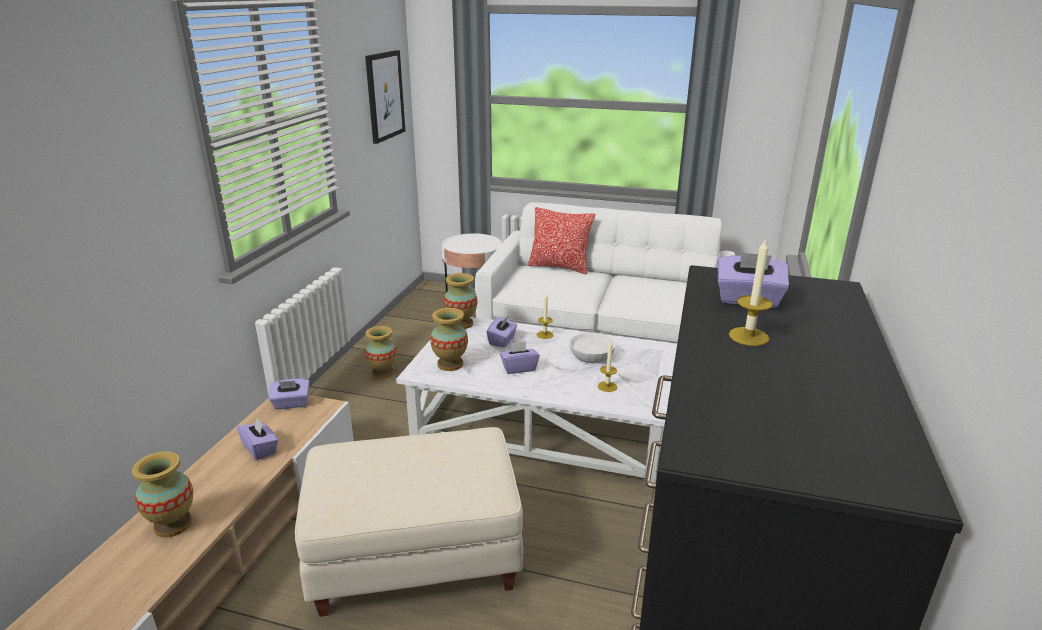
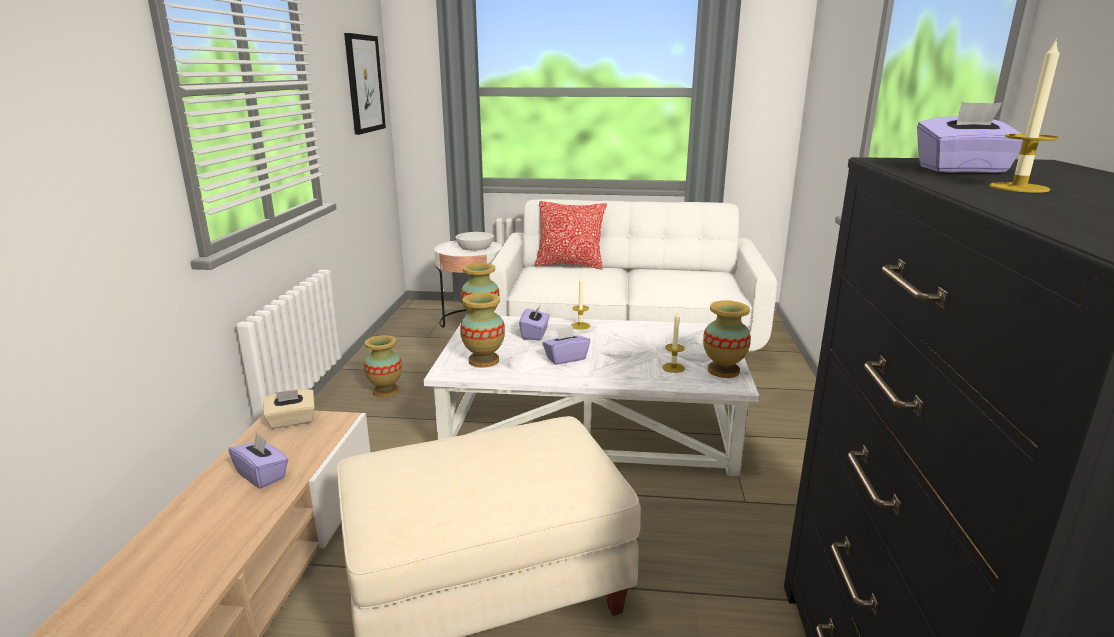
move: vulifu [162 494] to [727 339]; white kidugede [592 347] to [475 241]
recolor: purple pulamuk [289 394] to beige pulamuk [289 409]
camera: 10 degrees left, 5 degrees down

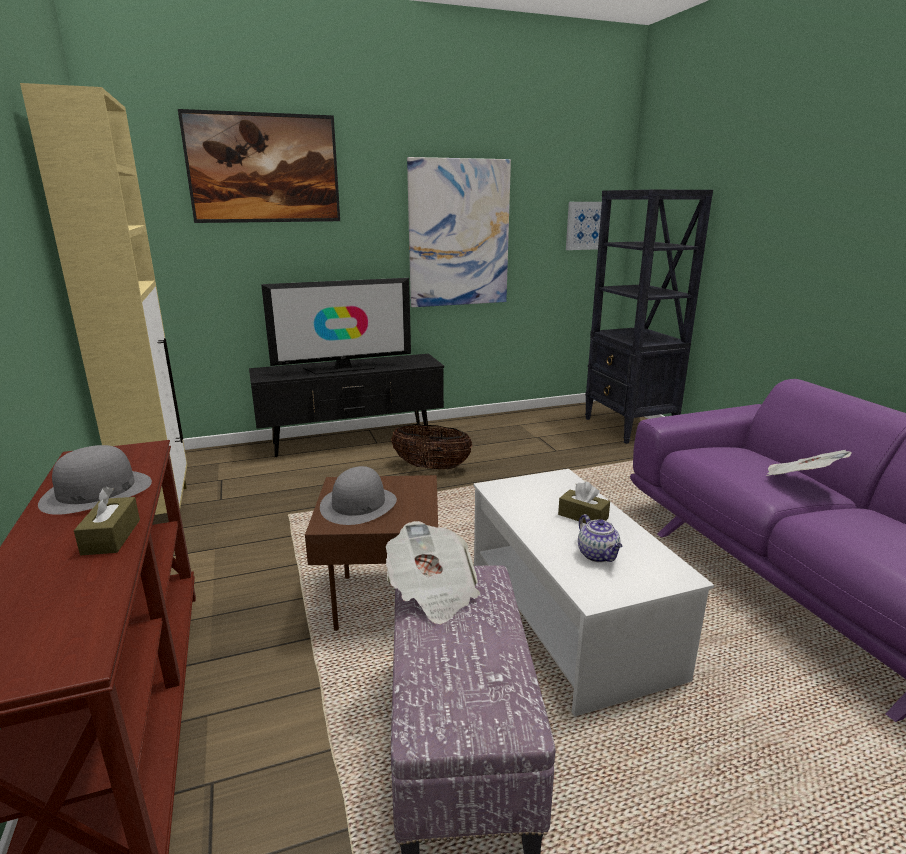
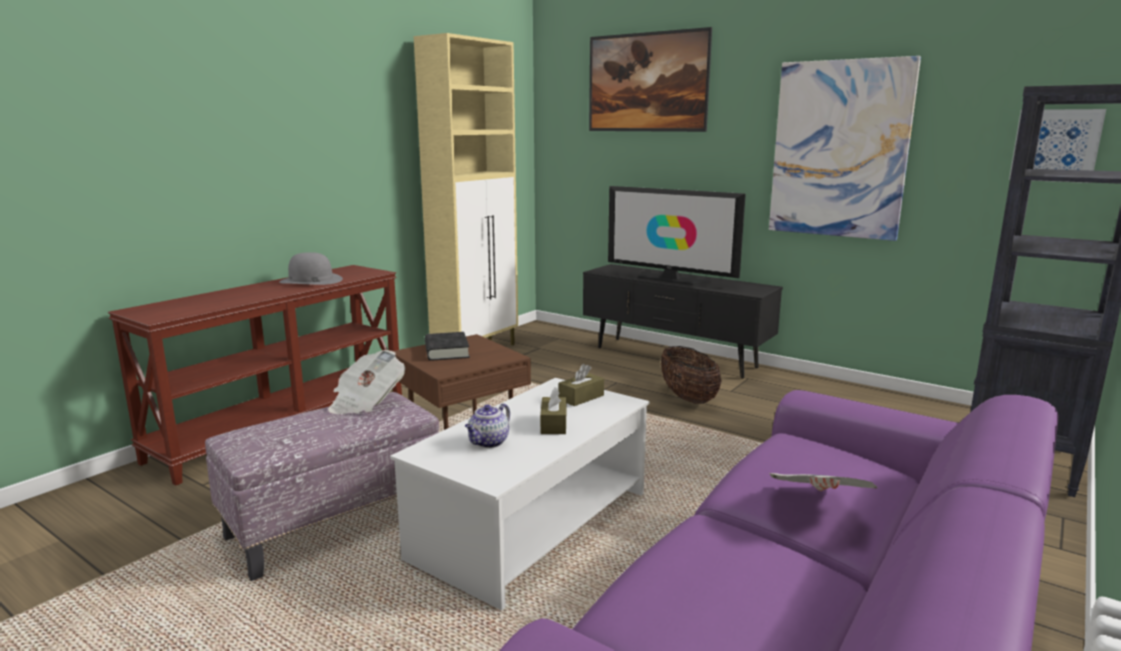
move: brown pulamuk [107 521] to [581 385]
replace: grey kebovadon [358 495] to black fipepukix [447 346]
camera: 55 degrees right, 5 degrees down

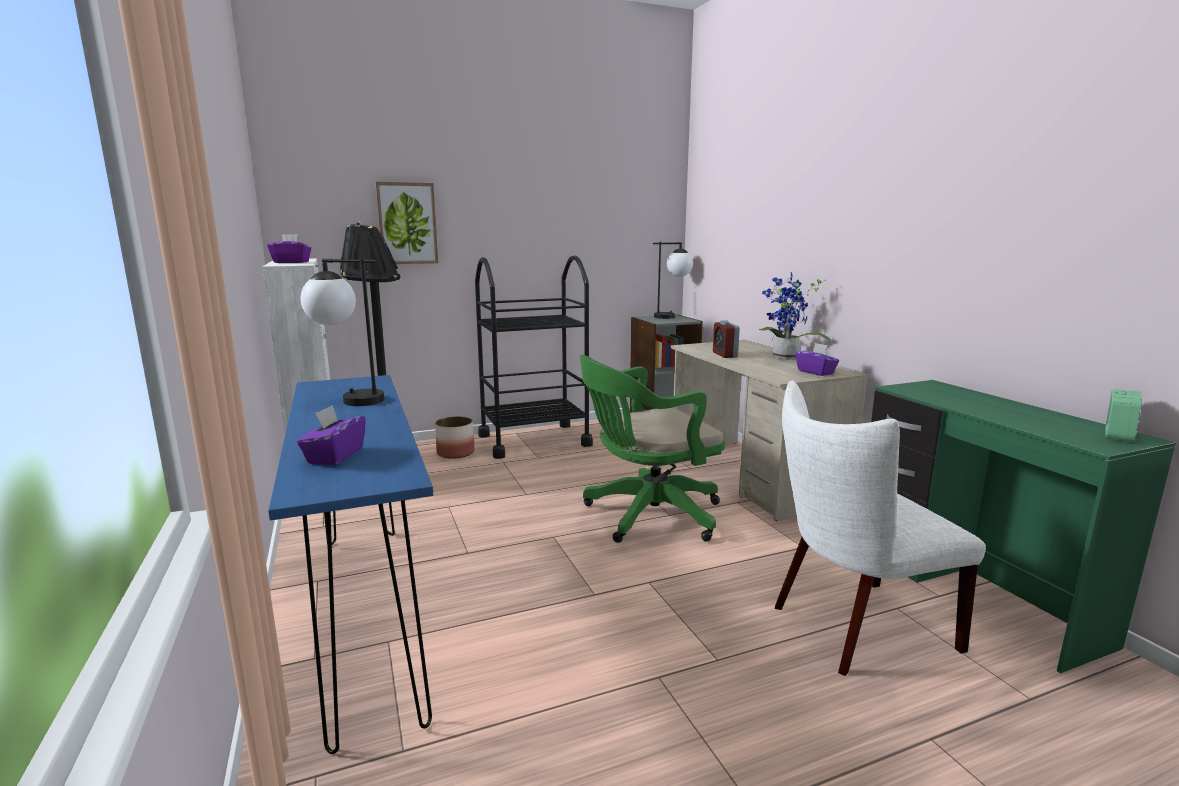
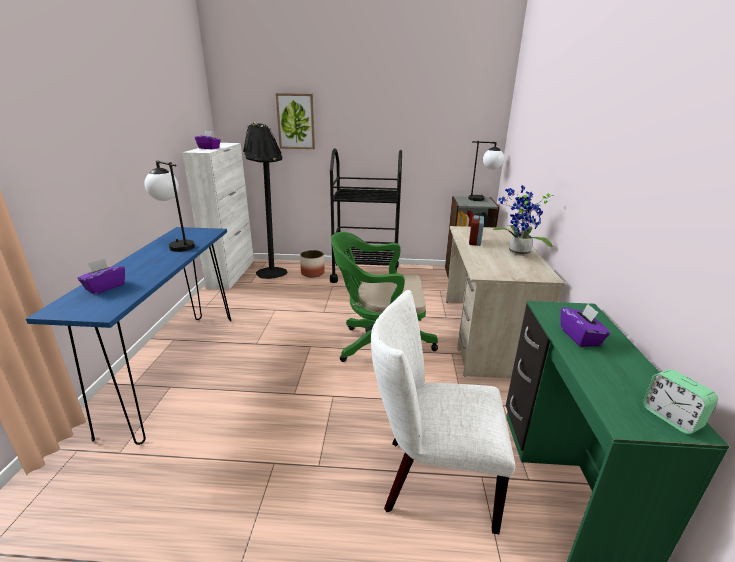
move: purple pulamuk [817 359] to [585 325]
rotate: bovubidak [1123 415] = [680 401] 90 degrees clockwise
camera: 25 degrees right, 10 degrees up

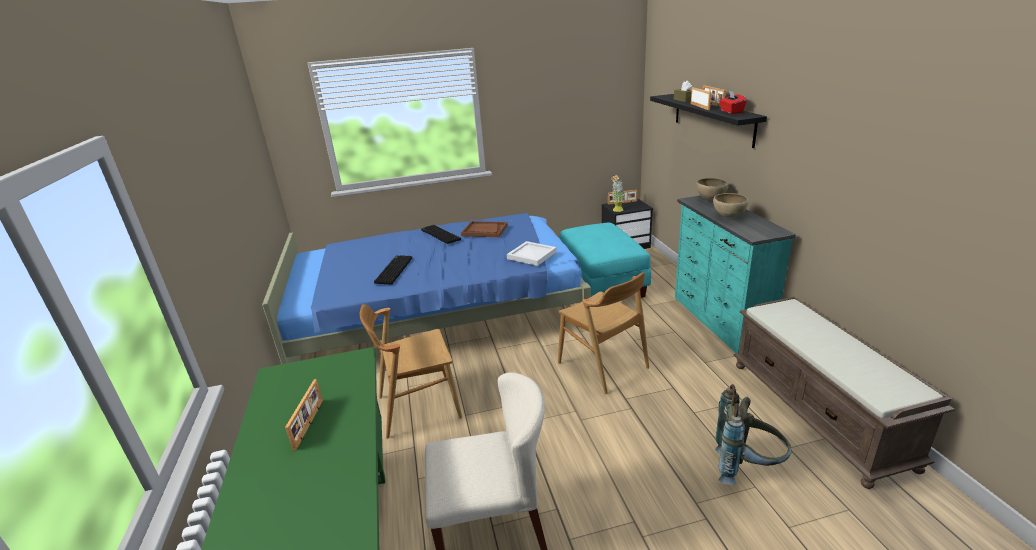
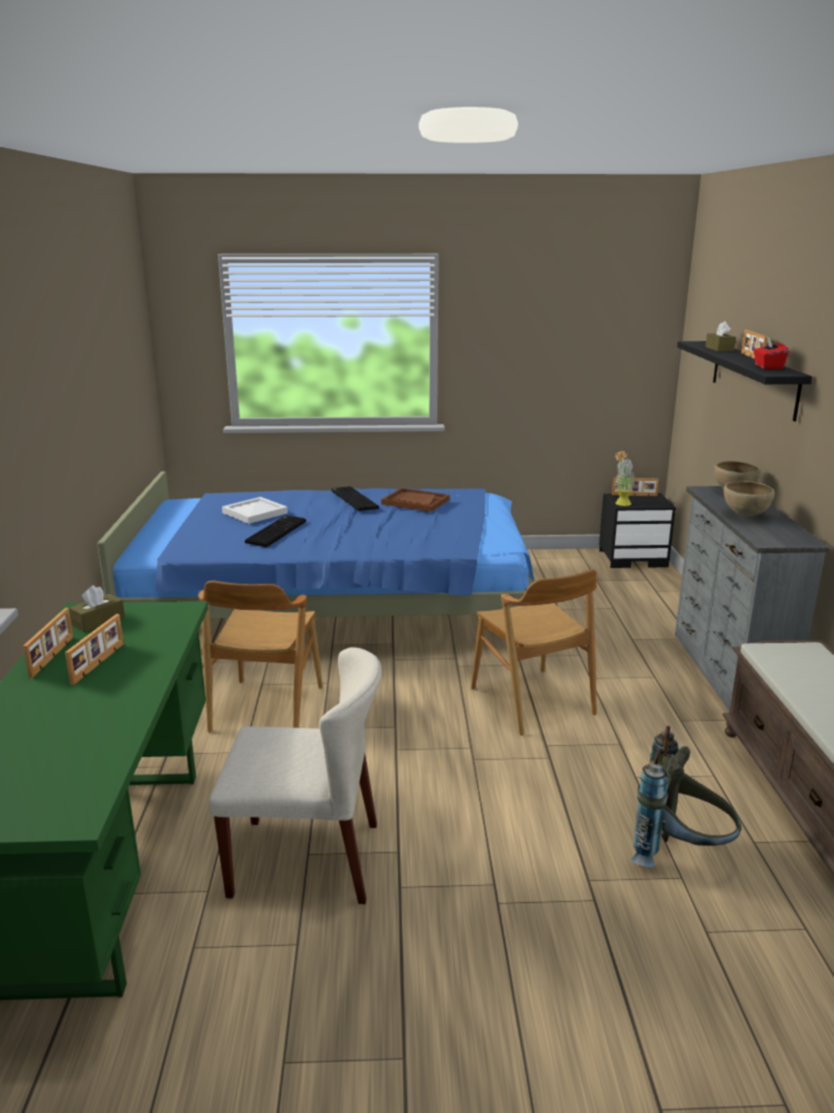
delete: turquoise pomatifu [605 260]
insert: brown pulamuk [97 608]
move: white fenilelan [532 253] to [255 510]; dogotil [701 98] to [48 643]
recolor: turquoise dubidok [735 274] to grey dubidok [752 598]
rotate: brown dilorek [411 371] = [260 657] 75 degrees counterclockwise
camera: 10 degrees right, 5 degrees down

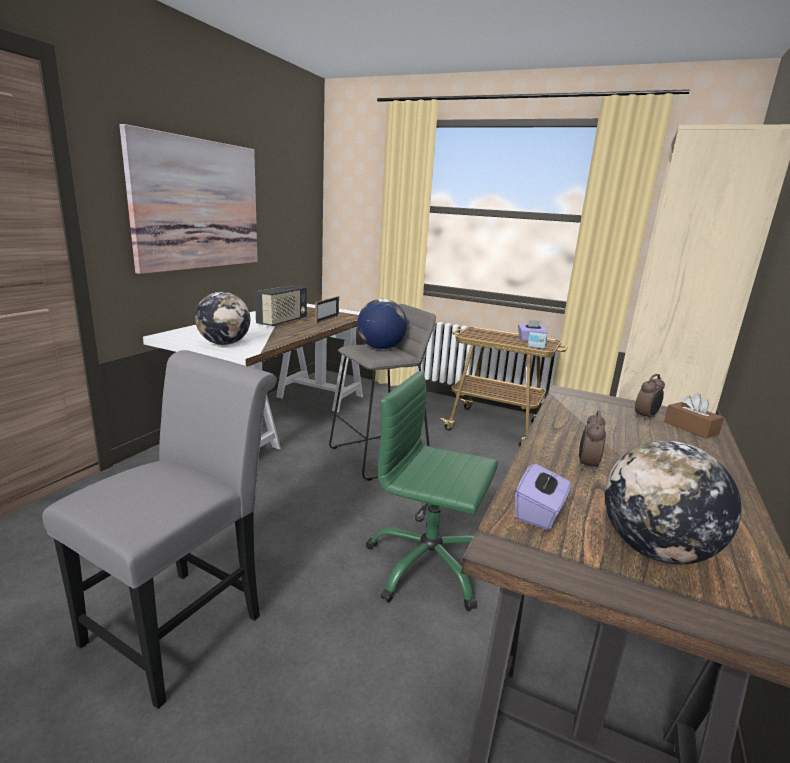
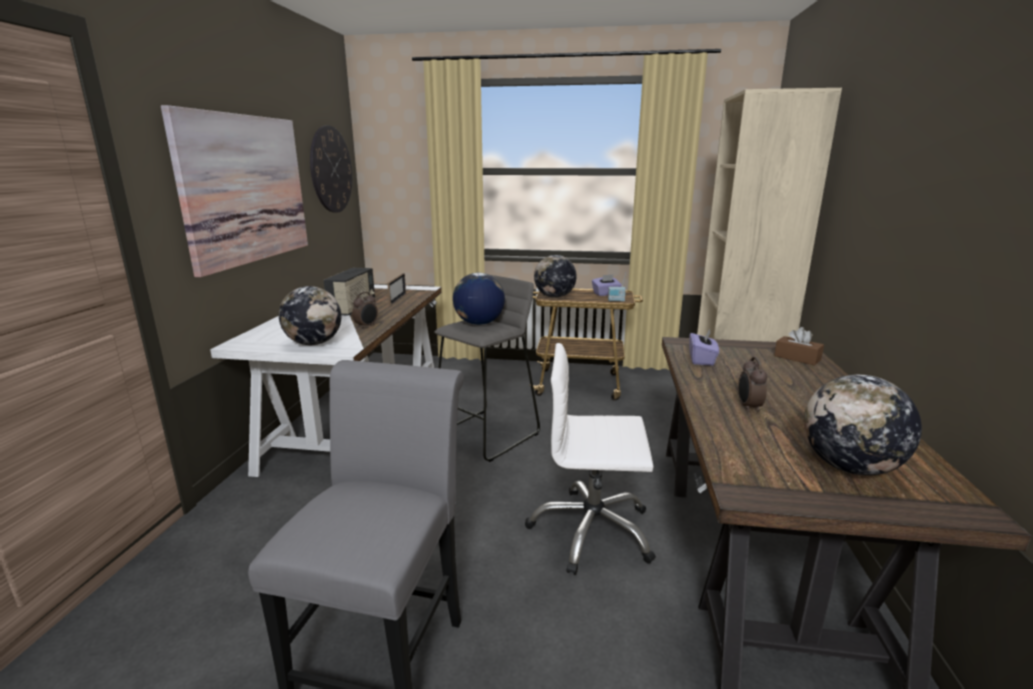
insert: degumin [331 169]; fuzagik [555 276]
move: purple pulamuk [543 497] to [704 347]; bovubidak [650 397] to [365 310]
recolor: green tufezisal [432 491] to white tufezisal [590 459]
camera: 15 degrees left, 0 degrees up

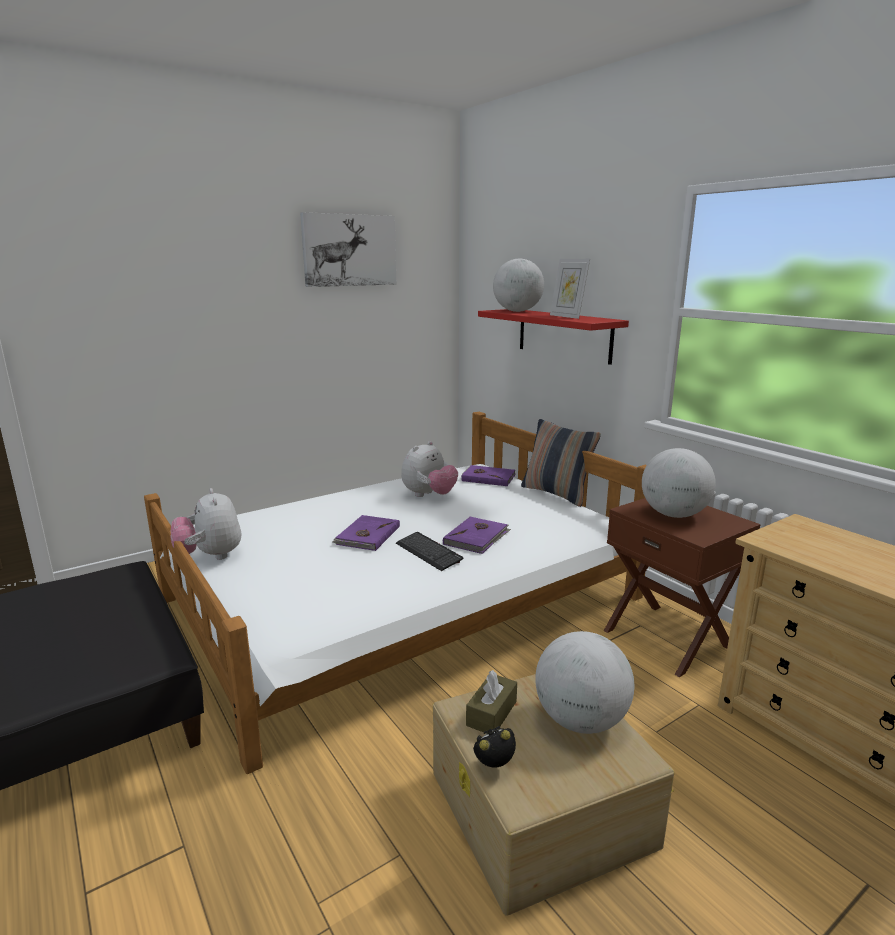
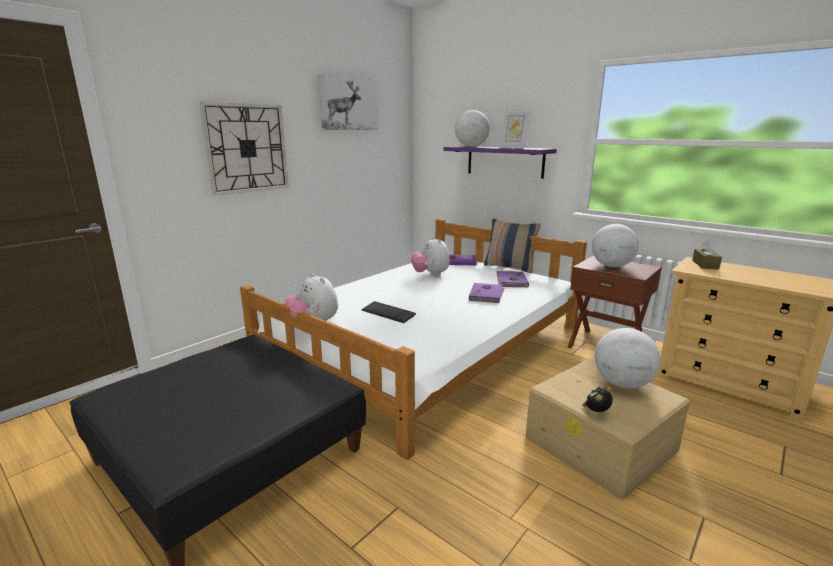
insert: degumin [244 149]
move: purple fipepukix [366 533] to [513 279]; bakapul [429 551] to [389 312]; brown pulamuk [491 701] to [707 255]
recolor: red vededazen [553 337] to purple vededazen [500 162]
rotate: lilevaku [429 469] = [430 256] 135 degrees clockwise
camera: 15 degrees left, 0 degrees up

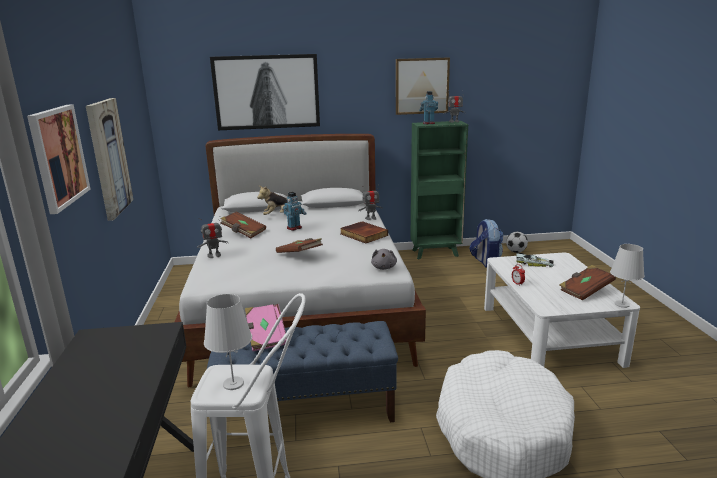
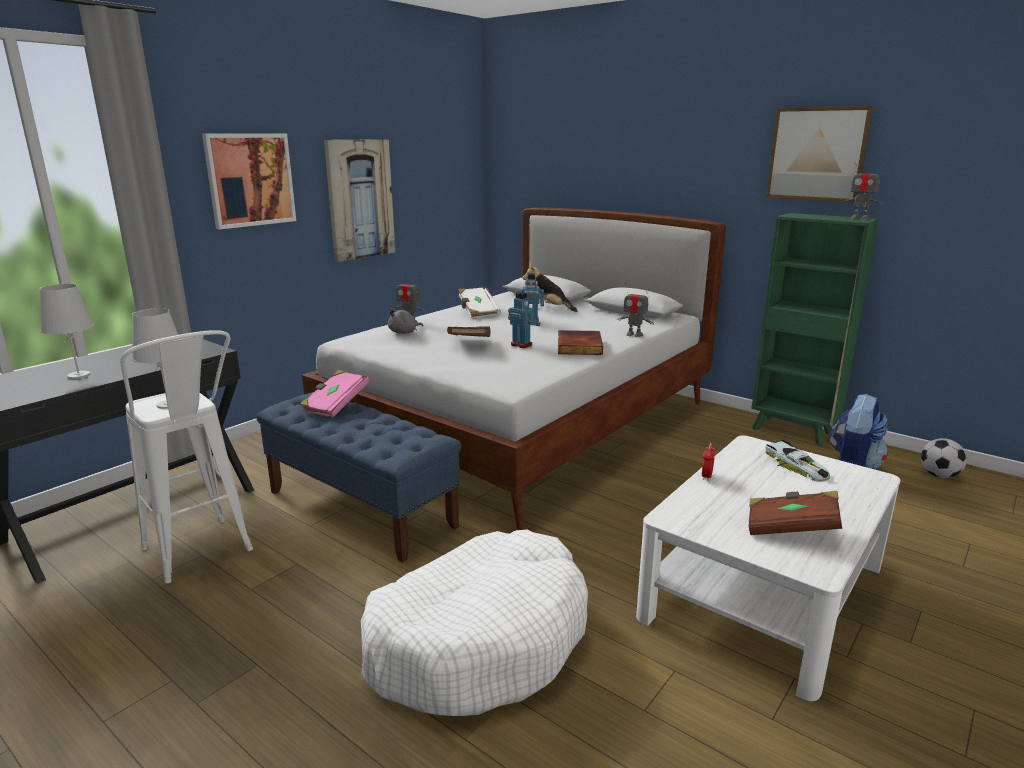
delete: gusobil [265 92]
move: grey lilevaku [384 259] to [405 321]; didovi [428 108] to [524 320]; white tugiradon [627 276] to [67 331]
recolor: brown fipepukix [243 225] to white fipepukix [479 302]
camera: 45 degrees right, 0 degrees up

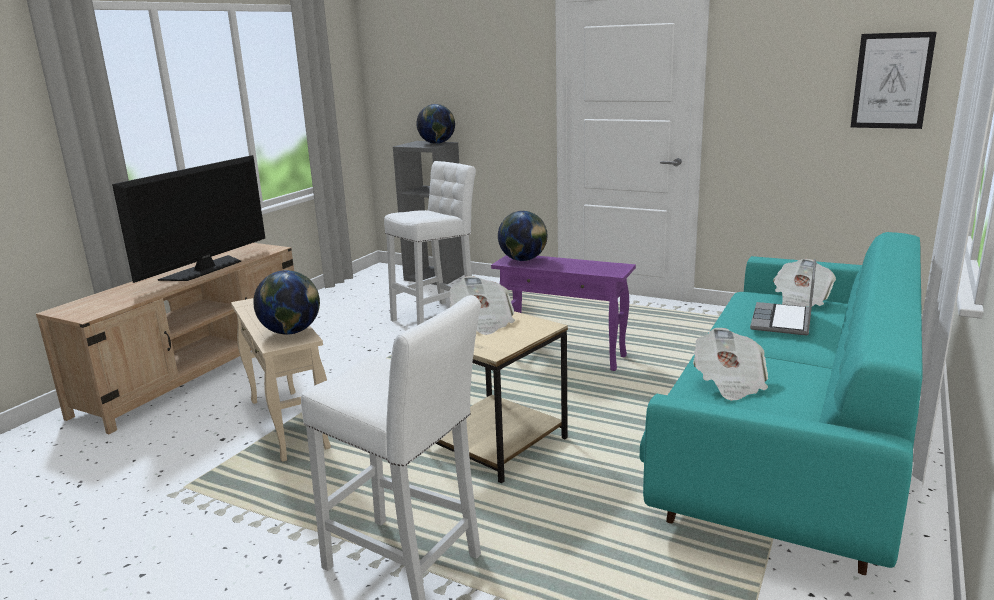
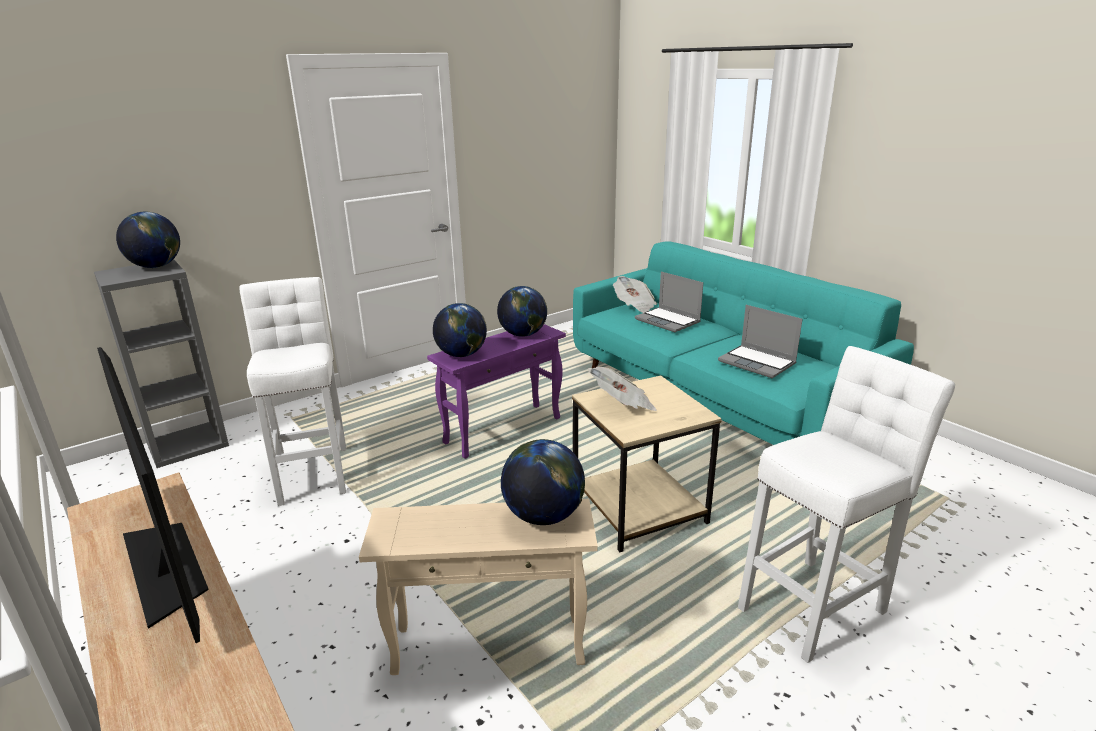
delete: gusobil [894 80]
insert: fuzagik [522 311]
replace: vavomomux [730 364] to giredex [760 341]
camera: 65 degrees left, 5 degrees up

